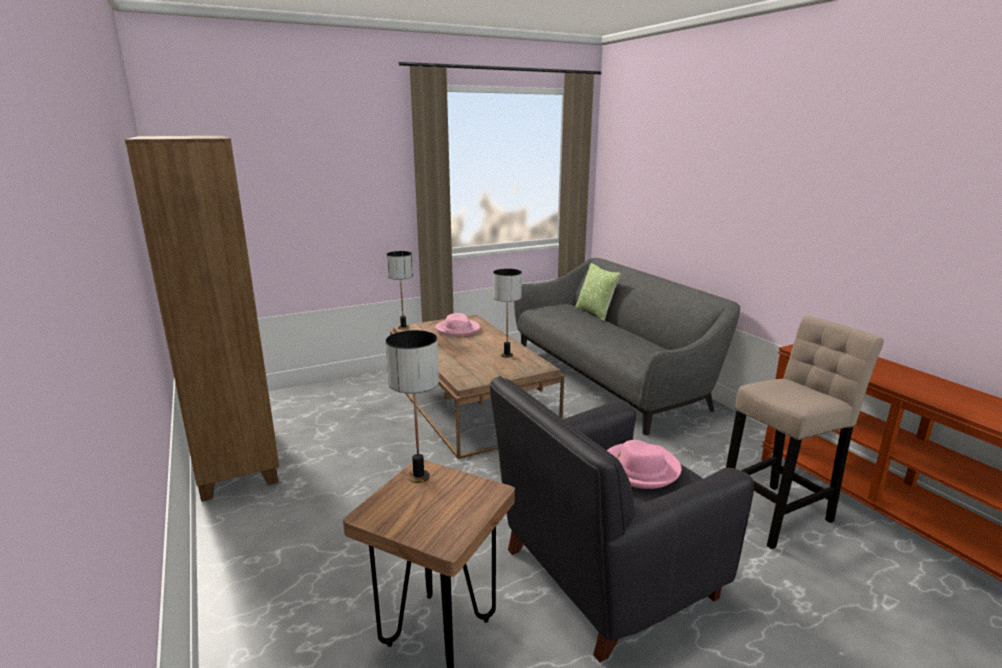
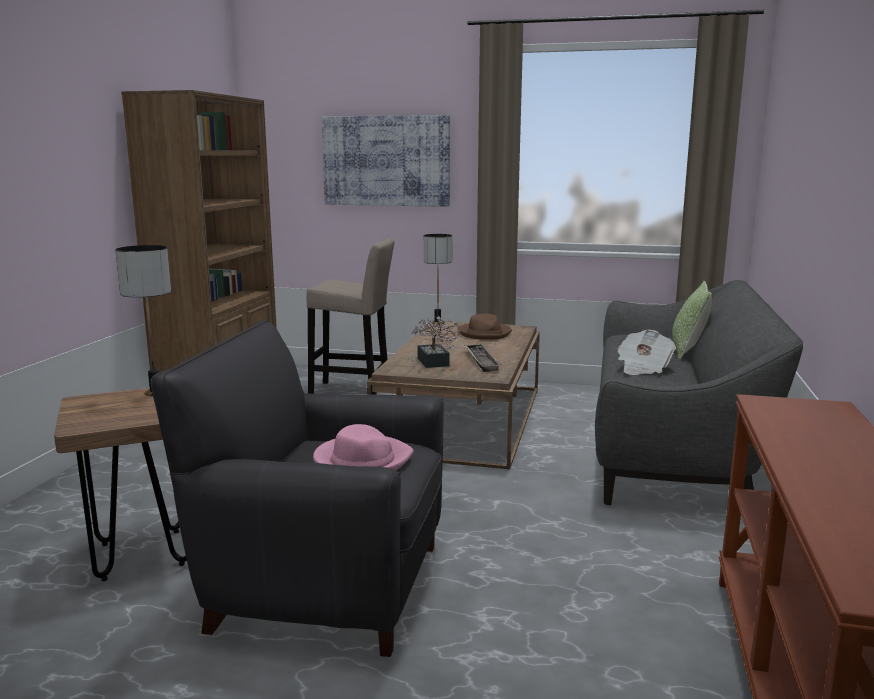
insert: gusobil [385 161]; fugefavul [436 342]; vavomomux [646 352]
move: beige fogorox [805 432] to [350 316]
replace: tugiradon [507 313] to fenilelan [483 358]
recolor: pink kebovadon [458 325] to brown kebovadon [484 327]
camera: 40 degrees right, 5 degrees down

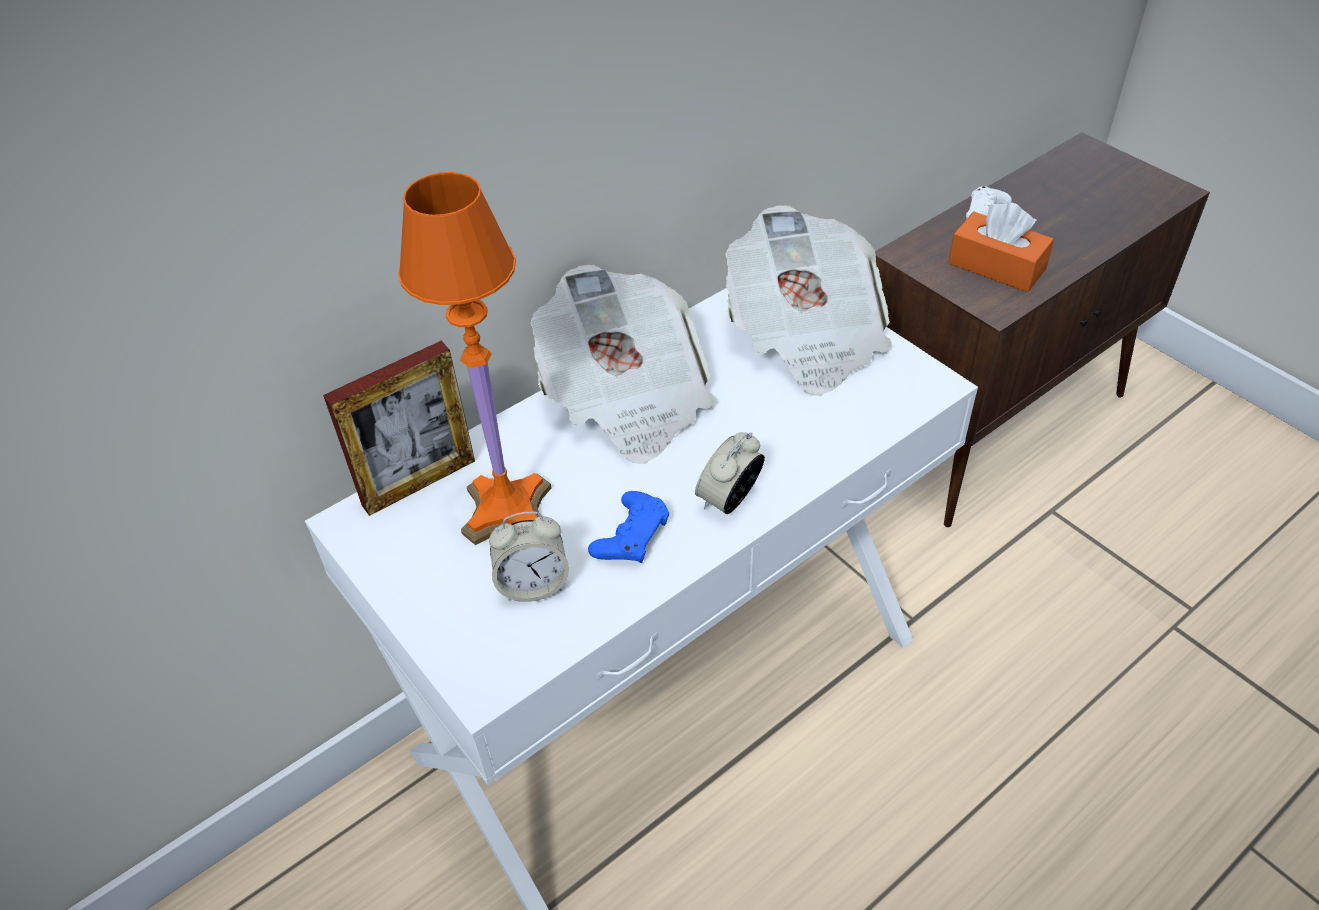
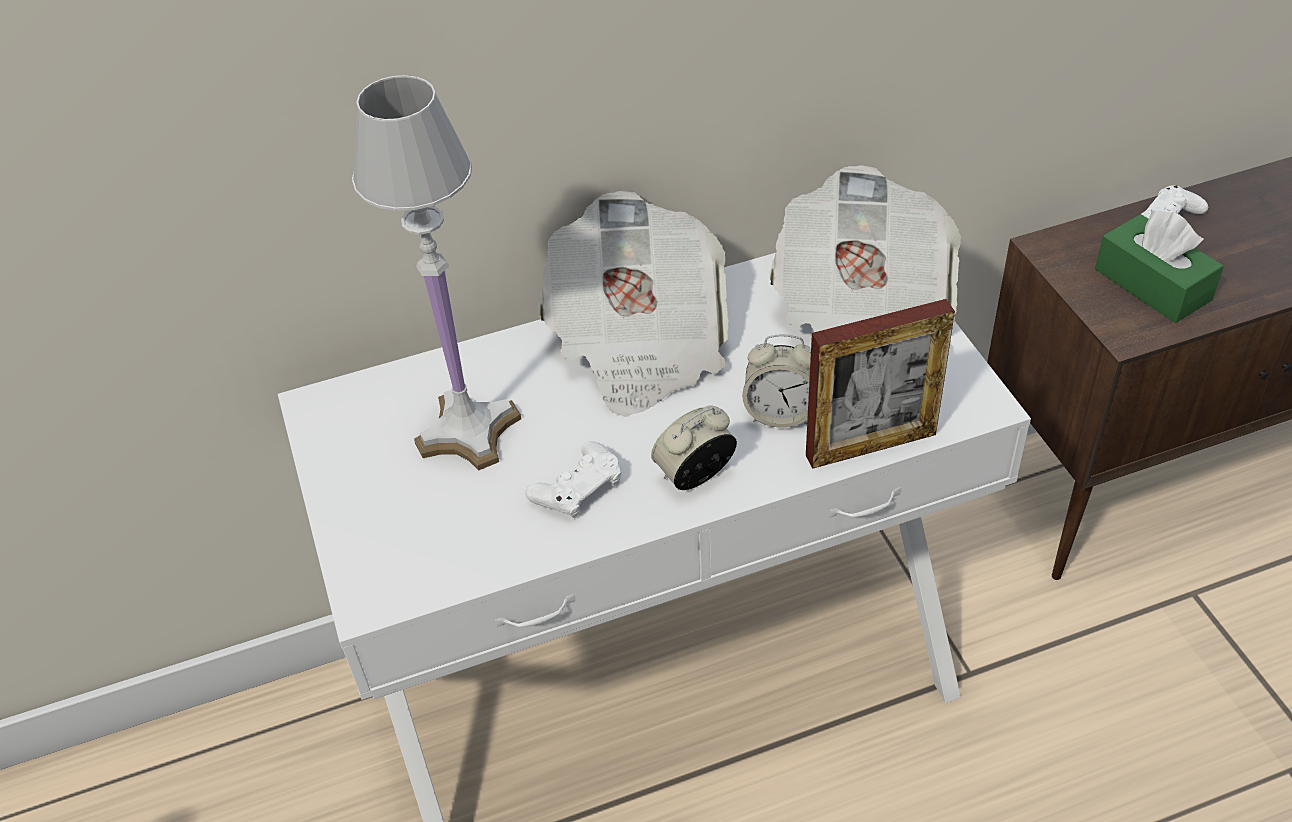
move: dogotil [399 428] to [880 384]; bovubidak [529 557] to [776 381]
recolor: orange tugiradon [474 358] to white tugiradon [436 273]; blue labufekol [628 527] to white labufekol [573 479]; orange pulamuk [1001 247] to green pulamuk [1159 266]
camera: 20 degrees right, 0 degrees up

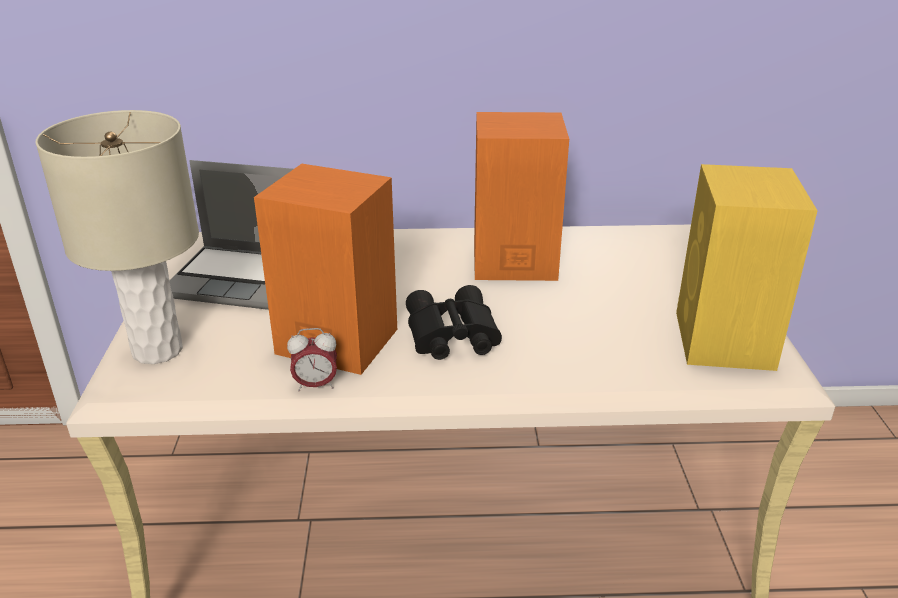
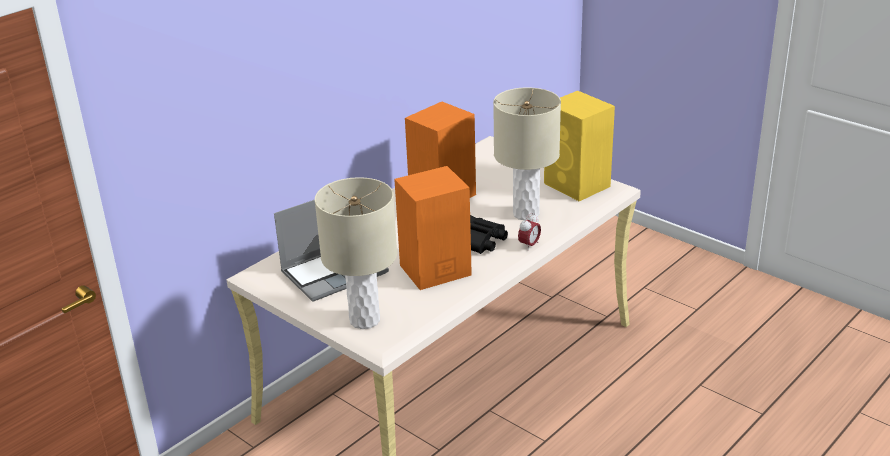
insert: beige tugiradon [527 153]
move: bovubidak [312 359] to [529 232]
camera: 45 degrees left, 0 degrees up

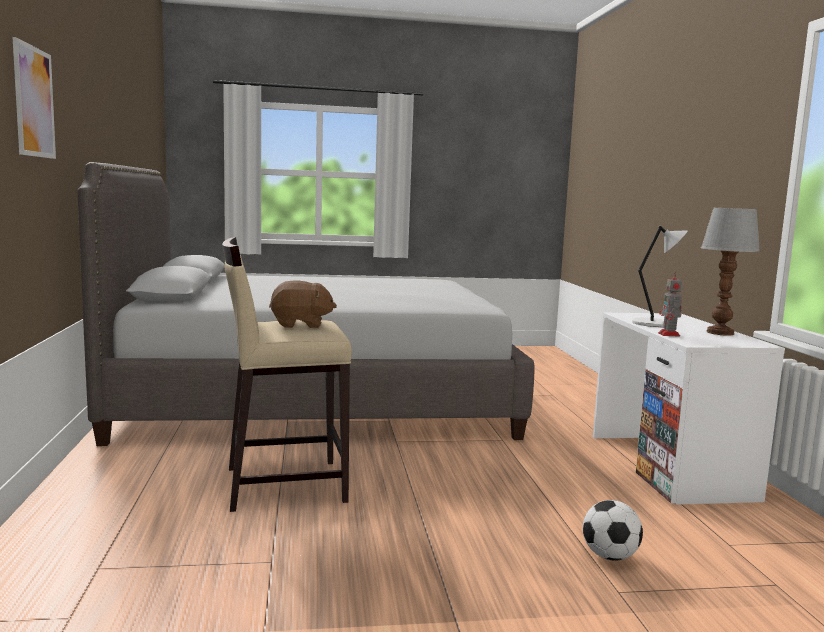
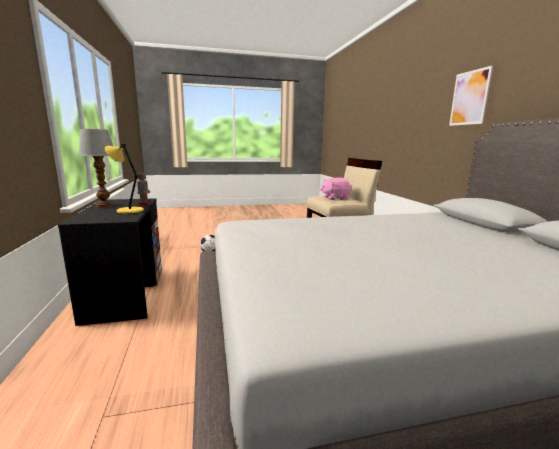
recolor: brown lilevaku [303 304] to pink lilevaku [335 188]; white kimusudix [689 409] to black kimusudix [110 262]; grey tugiradon [660 276] to yellow tugiradon [124 179]
camera: 175 degrees right, 5 degrees up

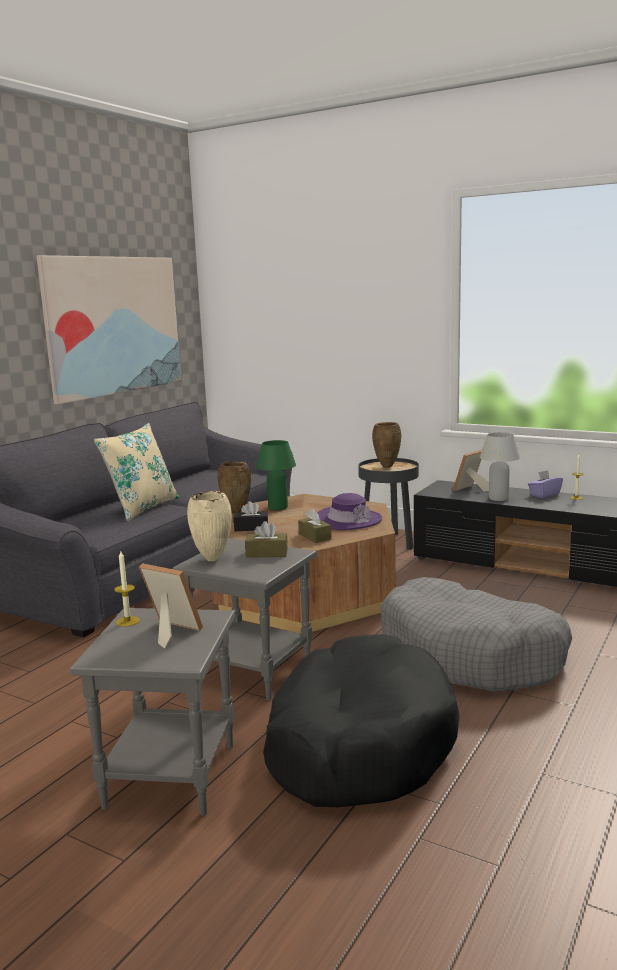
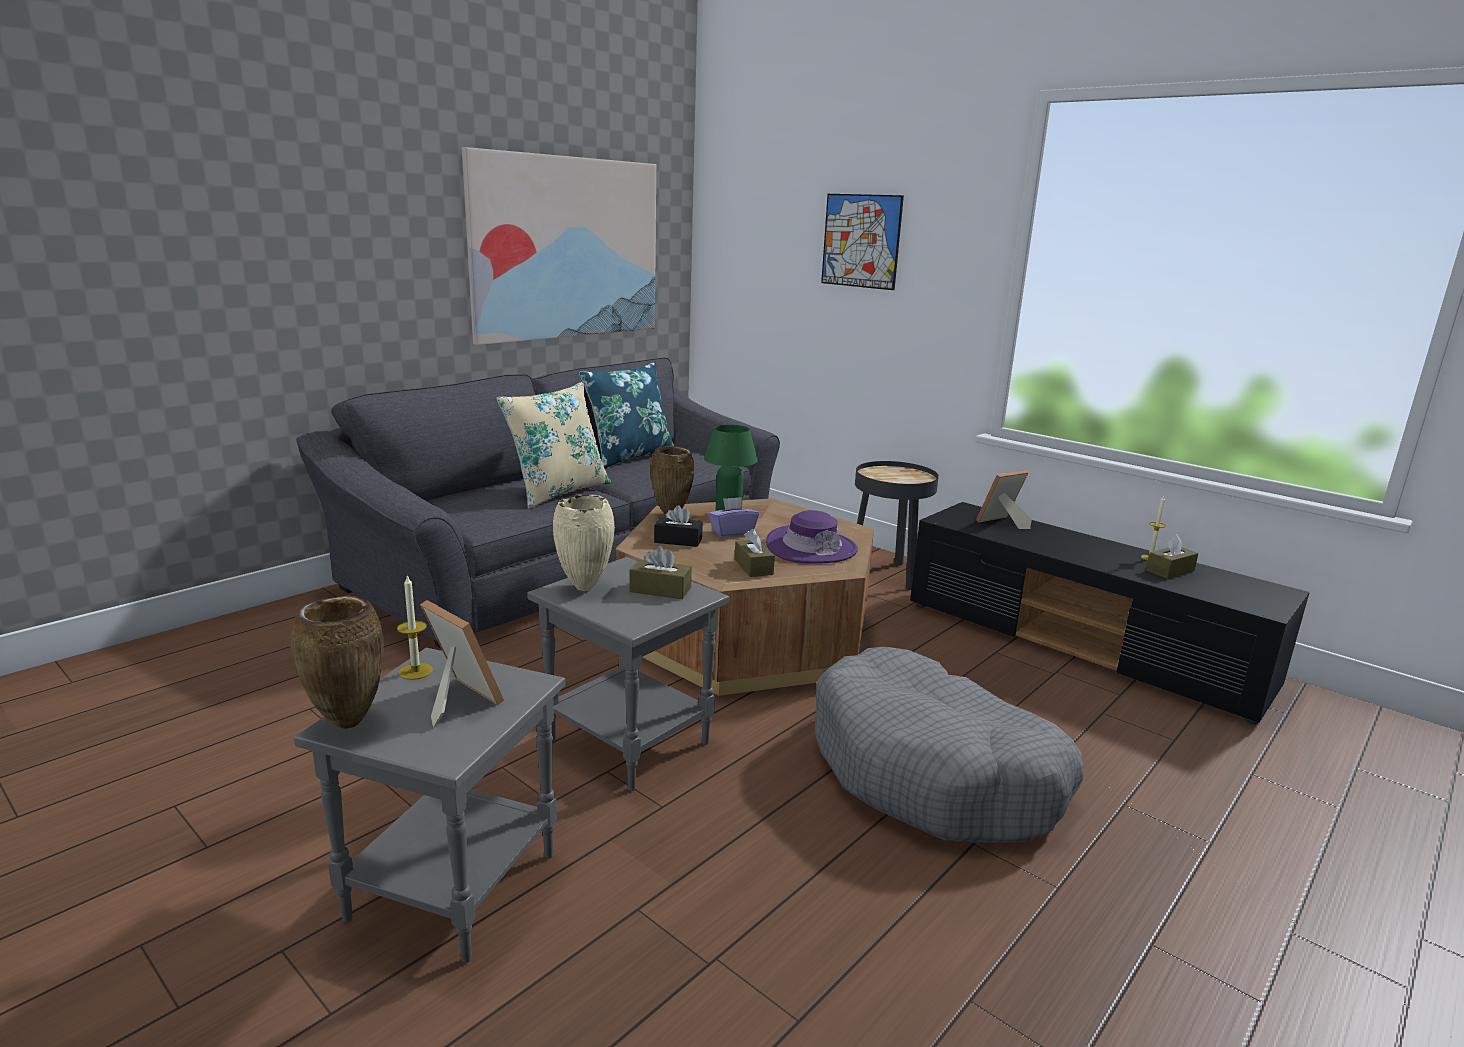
delete: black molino [361 721]; white tugiradon [500 466]
insert: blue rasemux [626 415]; gusobil [862 242]; brown pulamuk [1172 556]
move: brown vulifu [386 445] to [337 662]; purple pulamuk [545 484] to [733 517]
camera: 10 degrees right, 5 degrees up

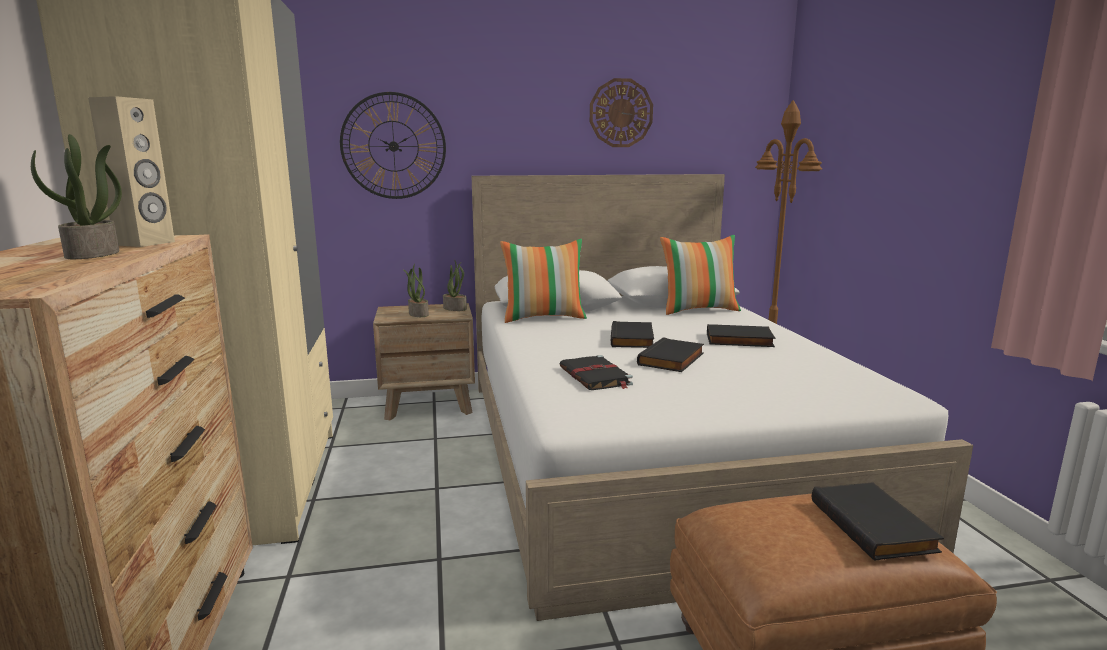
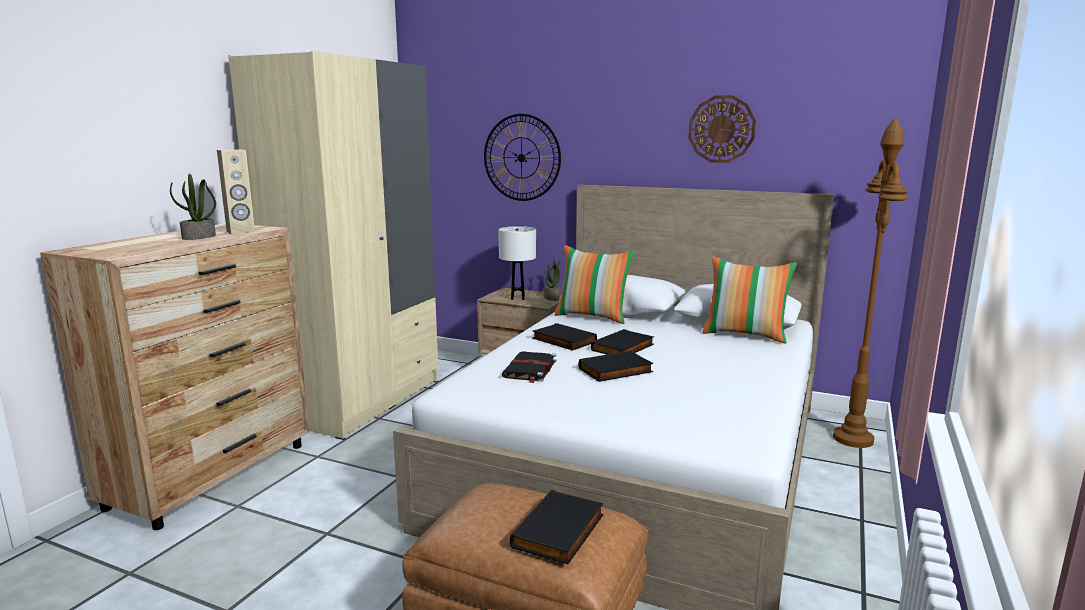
move: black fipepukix [741 335] to [564 337]
replace: fugefavul [416 290] to white tugiradon [517 263]
camera: 35 degrees right, 0 degrees up

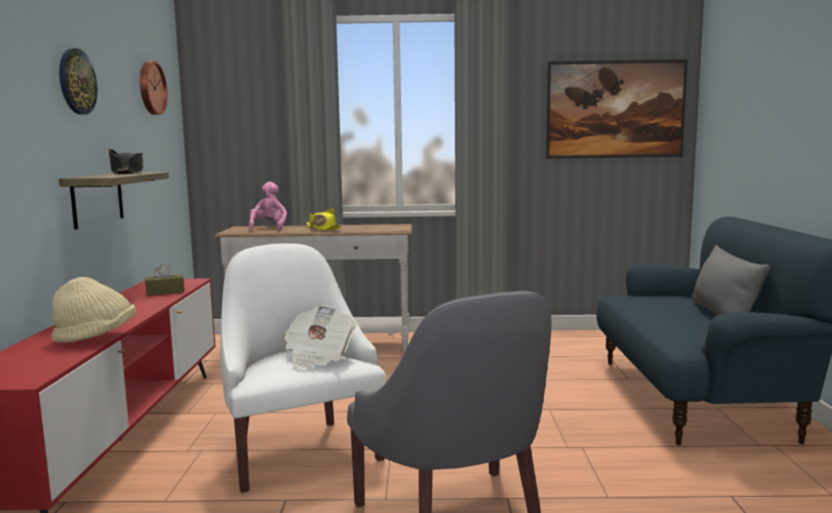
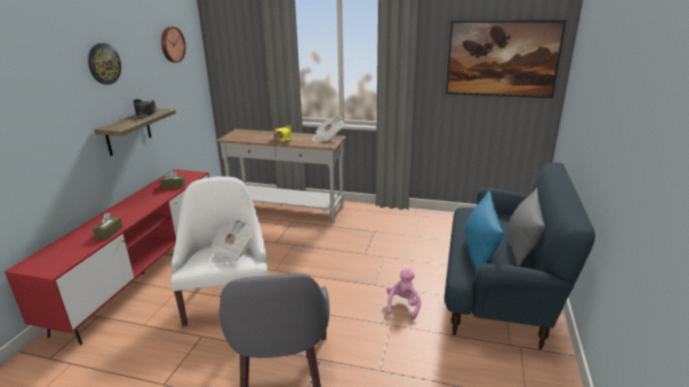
insert: vavomomux [328 128]; blue rasemux [484 232]
move: pink lilevaku [268 206] to [404 294]
replace: beige kebovadon [93 310] to brown pulamuk [107 226]
camera: 15 degrees right, 15 degrees up

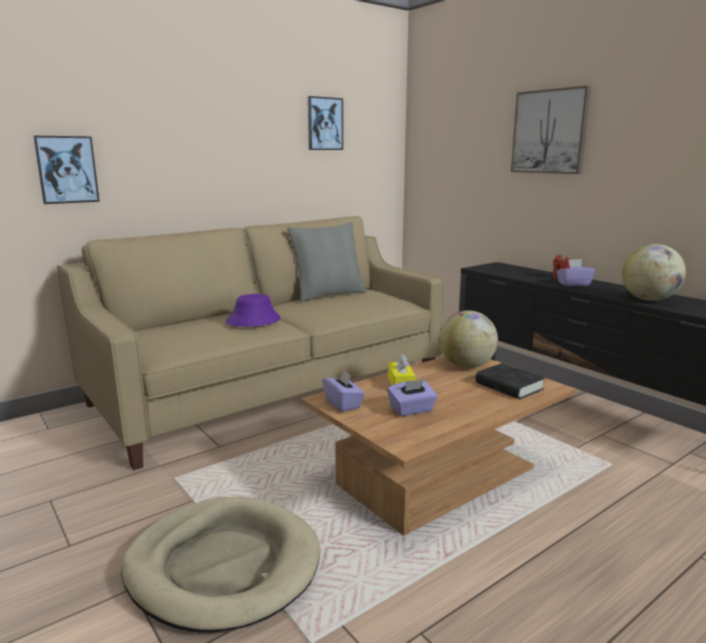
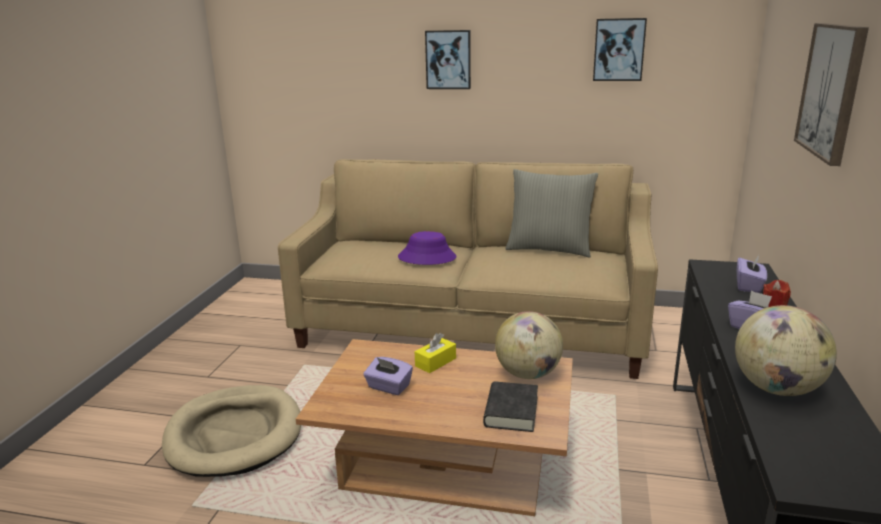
move: gusobil [66 170] to [448 59]; purple pulamuk [343 391] to [752 274]
camera: 50 degrees right, 5 degrees up

